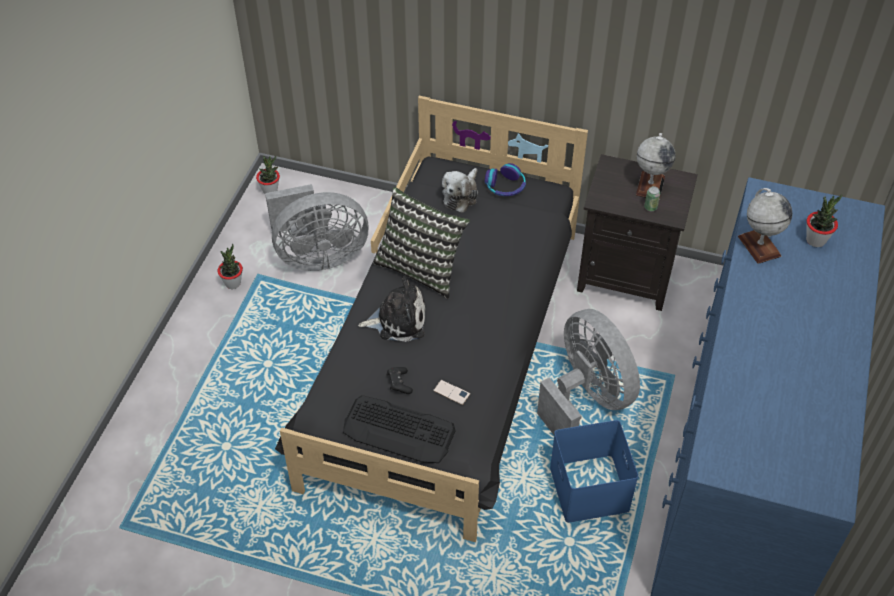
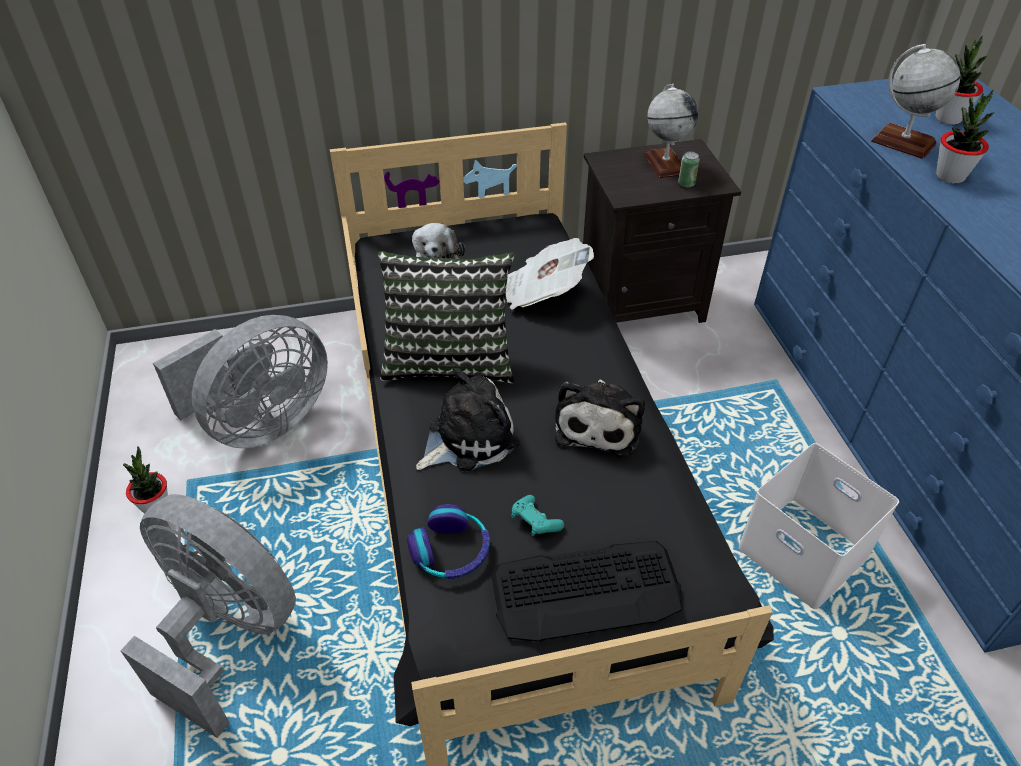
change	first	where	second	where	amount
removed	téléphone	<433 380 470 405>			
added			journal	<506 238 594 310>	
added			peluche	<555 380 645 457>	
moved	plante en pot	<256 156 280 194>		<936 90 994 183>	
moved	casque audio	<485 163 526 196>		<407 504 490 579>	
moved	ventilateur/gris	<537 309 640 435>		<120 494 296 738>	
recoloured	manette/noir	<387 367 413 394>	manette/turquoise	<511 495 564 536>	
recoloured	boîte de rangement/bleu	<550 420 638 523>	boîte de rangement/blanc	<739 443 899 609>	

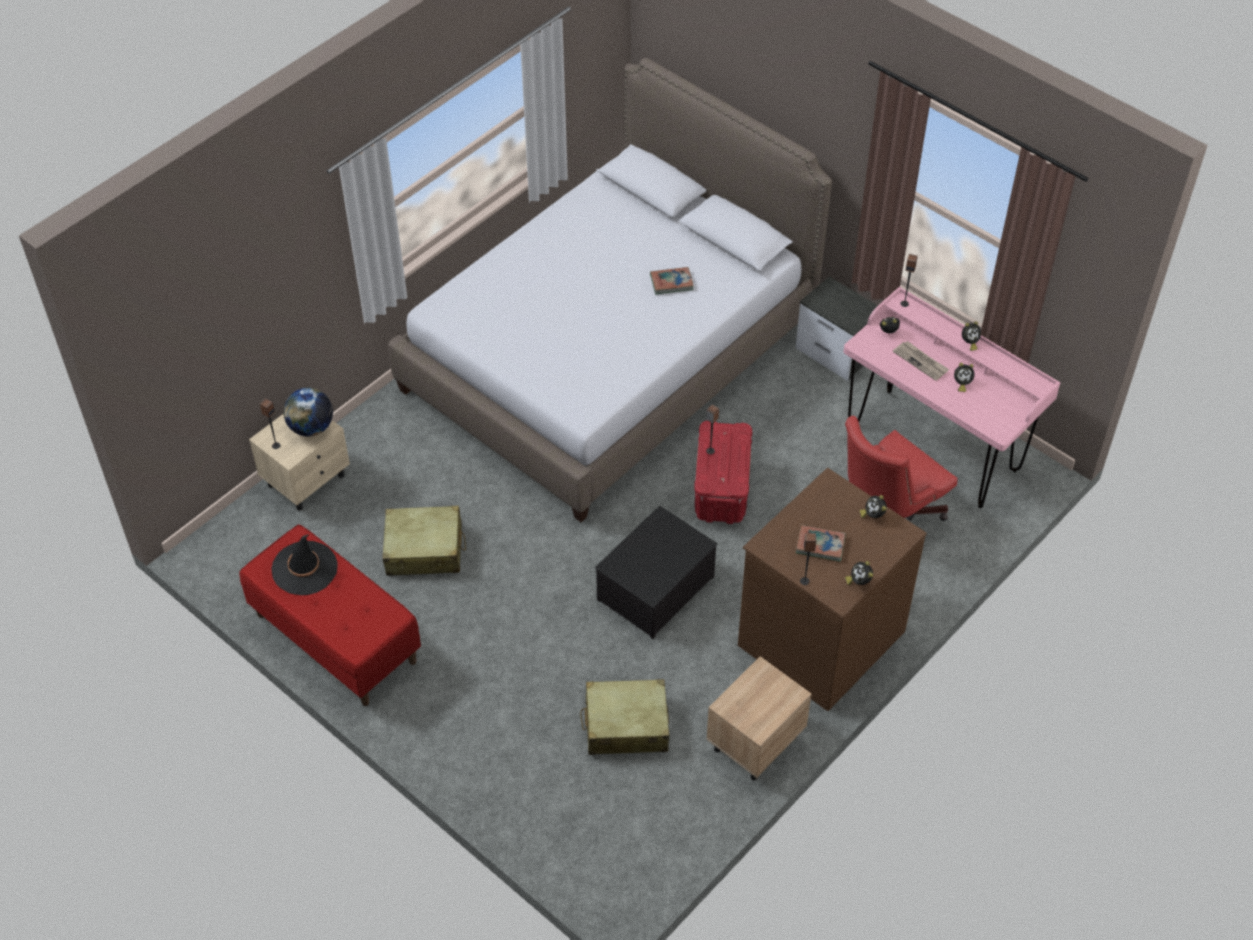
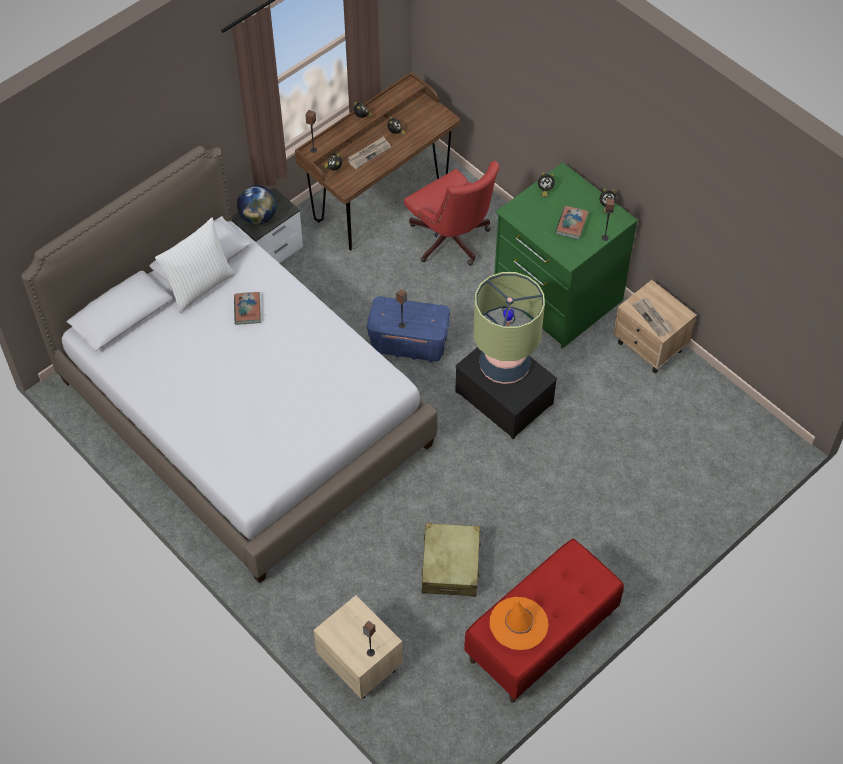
change	first	where	second	where	amount
removed	valise/beige	<580 679 669 755>			
added			coussin/blanc	<155 218 236 313>	
added			lampe de table	<473 272 545 384>	
added			journal	<632 298 673 337>	
moved	globe	<283 388 333 437>		<237 185 276 225>	
recoloured	chapeau/noir	<271 534 338 595>	chapeau/orange	<490 597 548 650>	
recoloured	boîte de rangement/rouge	<694 421 752 524>	boîte de rangement/bleu	<367 296 450 362>	
recoloured	commode/marron	<738 468 927 711>	commode/vert	<494 162 638 349>	
recoloured	bureau/rose	<843 286 1060 508>	bureau/marron	<295 72 460 250>	

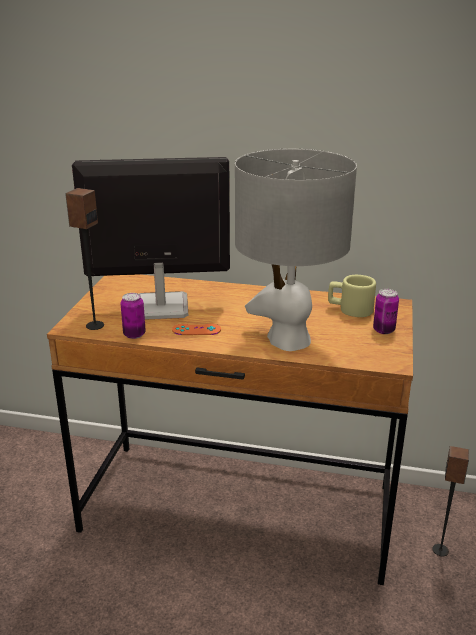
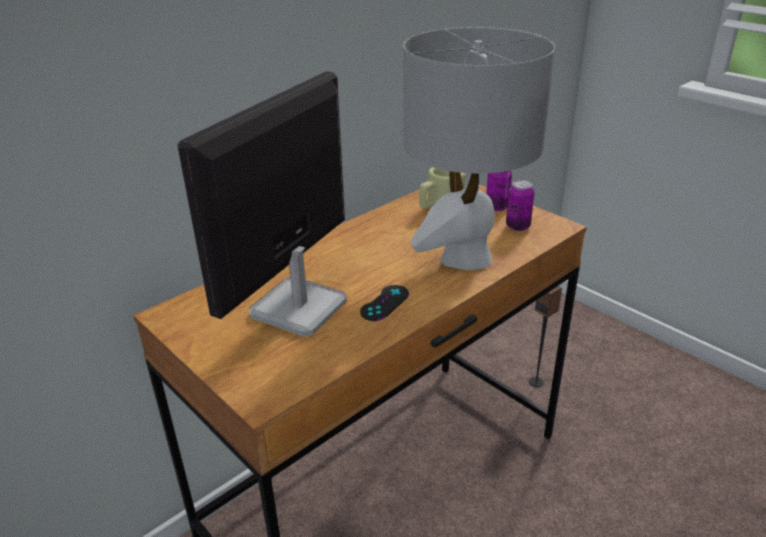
change	first	where	second	where	amount
removed	enceinte	<65 188 104 330>			
moved	boîte métallique	<120 293 146 339>		<506 180 535 231>	
recoloured	manette/orange	<172 324 221 335>	manette/noir	<360 285 409 321>	

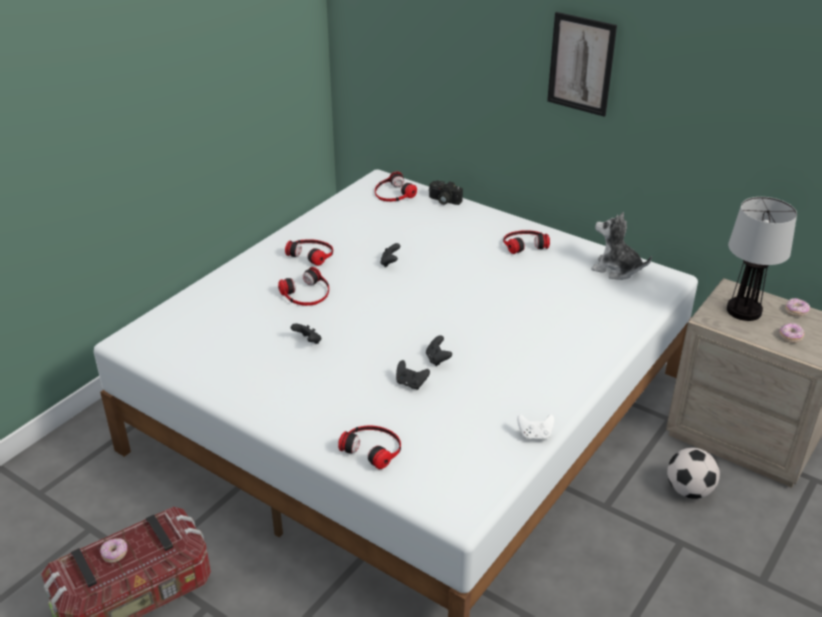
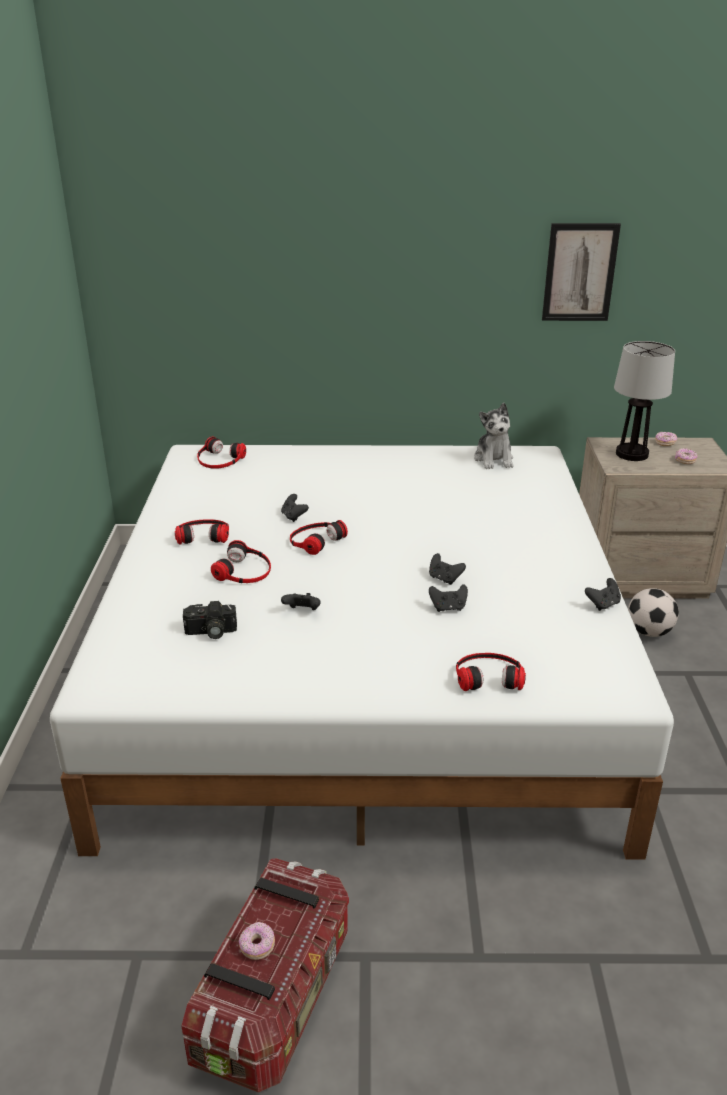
change	first	where	second	where	amount
moved	appareil photo	<429 180 463 205>		<183 601 237 639>	
moved	casque audio	<503 230 550 254>		<290 520 348 555>	
moved	tableau	<547 12 617 117>		<542 223 621 321>	
recoloured	manette/blanc	<517 414 554 440>	manette/noir	<585 578 621 611>	
turned	peluche	<591 212 652 280>		<474 403 514 469>	90 degrees counterclockwise

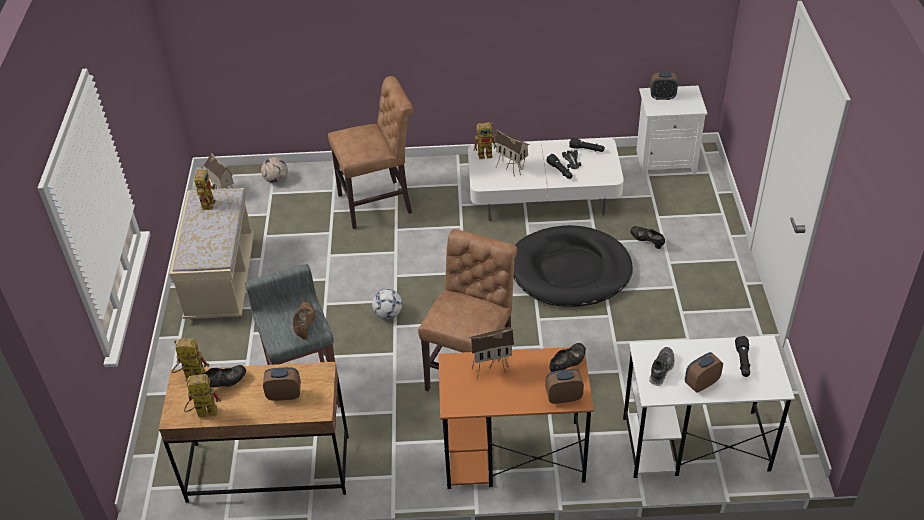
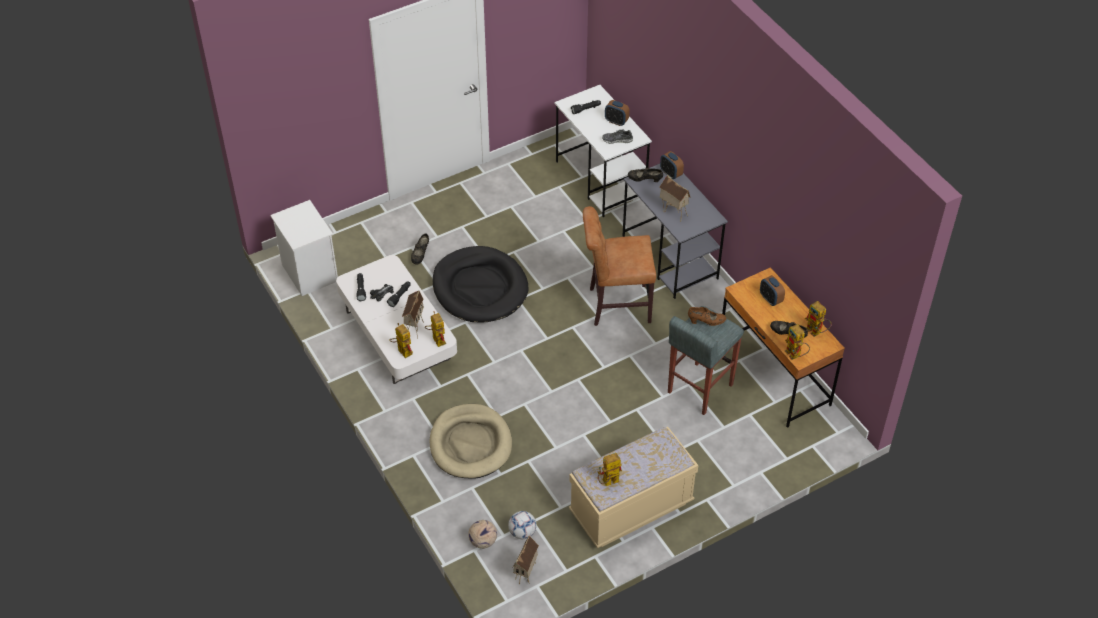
change	first	where	second	where	amount
removed	réveil	<650 72 678 100>			
added			robot jouet	<425 311 446 347>	
moved	ballon de foot	<372 289 402 319>		<508 511 536 539>	
replaced	chaise/marron	<328 76 413 229>	panier pour chien/beige	<429 404 512 479>	
recoloured	bureau/orange	<438 347 594 489>	bureau/gris	<622 164 728 299>	
turned	chaussure/marron	<293 301 315 339>		<688 307 726 326>	150 degrees counterclockwise

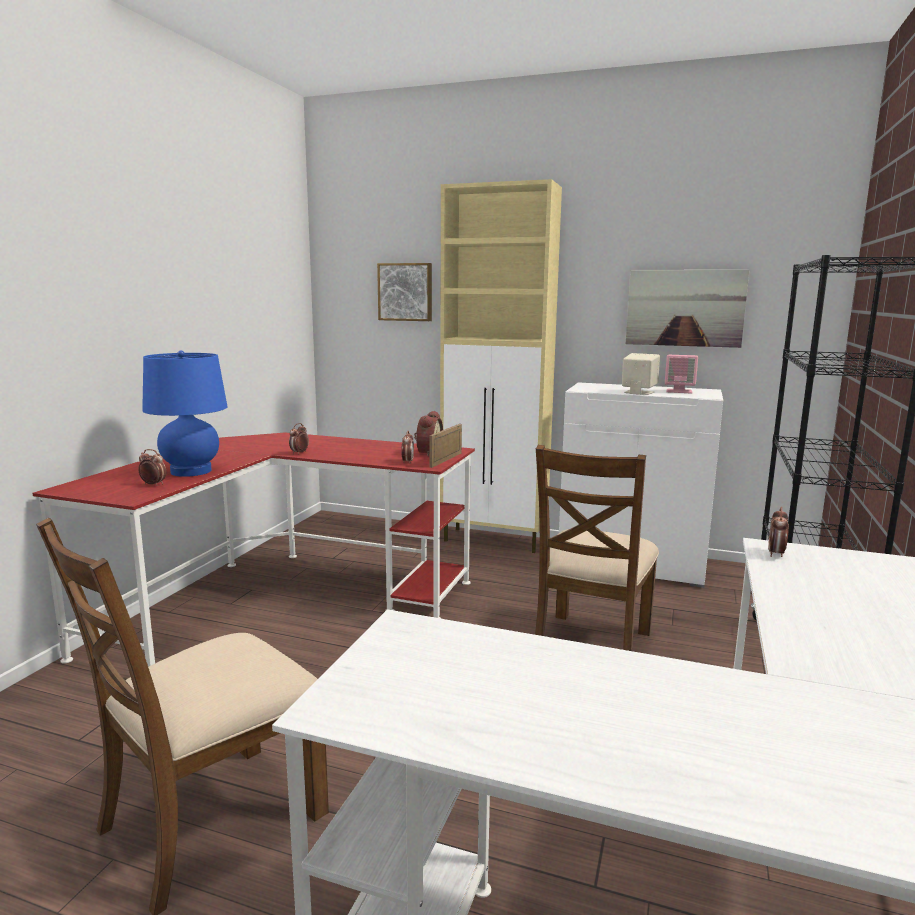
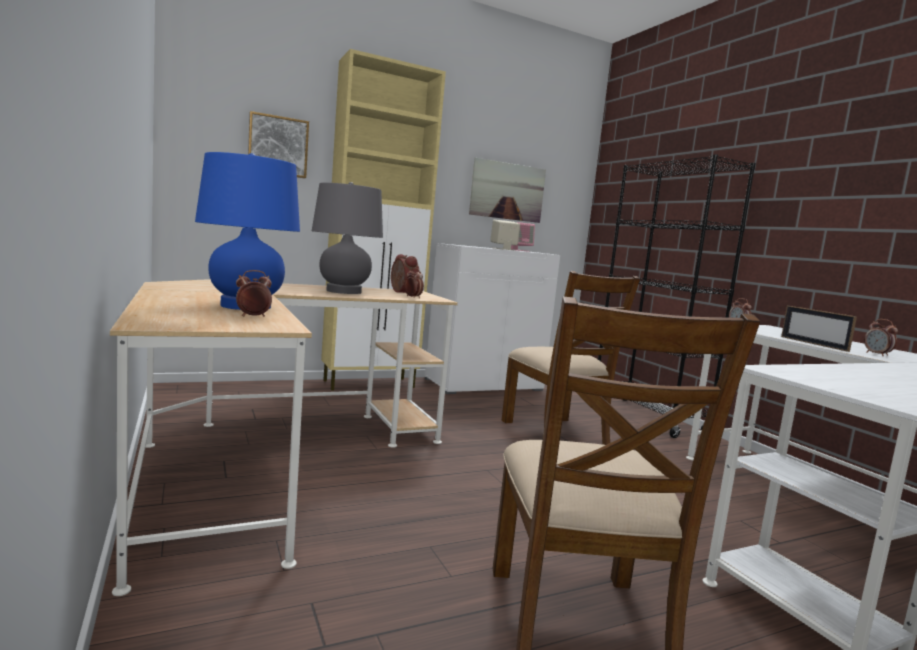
change	first	where	second	where	amount
added			lampe de table/gris	<312 182 383 294>	
moved	réveil	<289 423 309 454>		<864 319 898 356>	
moved	cadre photo	<429 424 462 468>		<781 306 857 352>	
recoloured	bureau/rouge	<33 432 475 667>	bureau/beige	<110 279 458 596>	

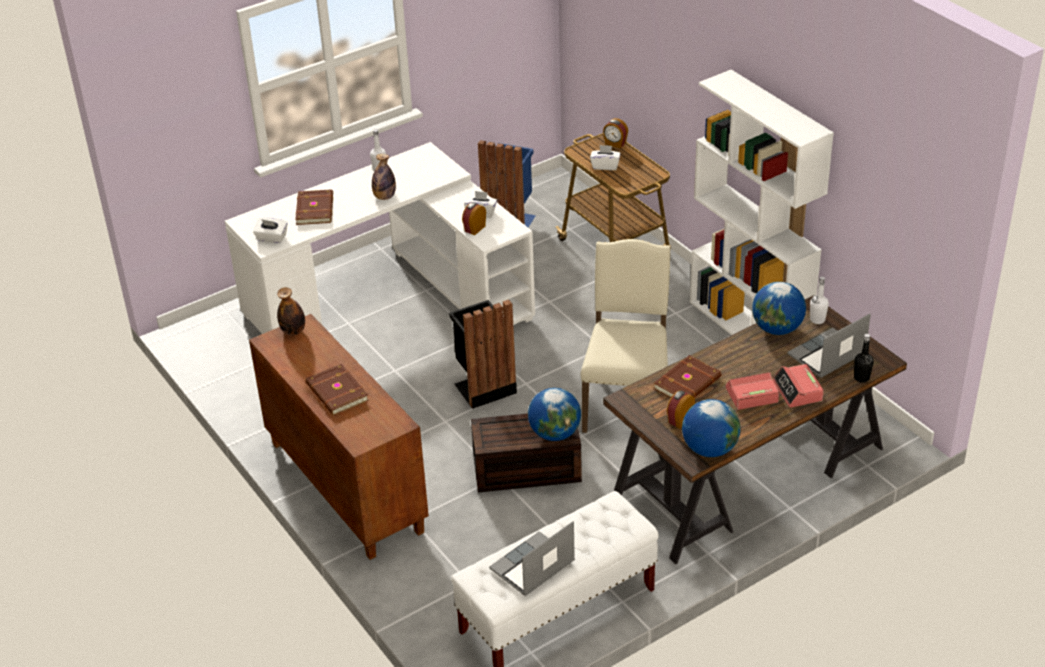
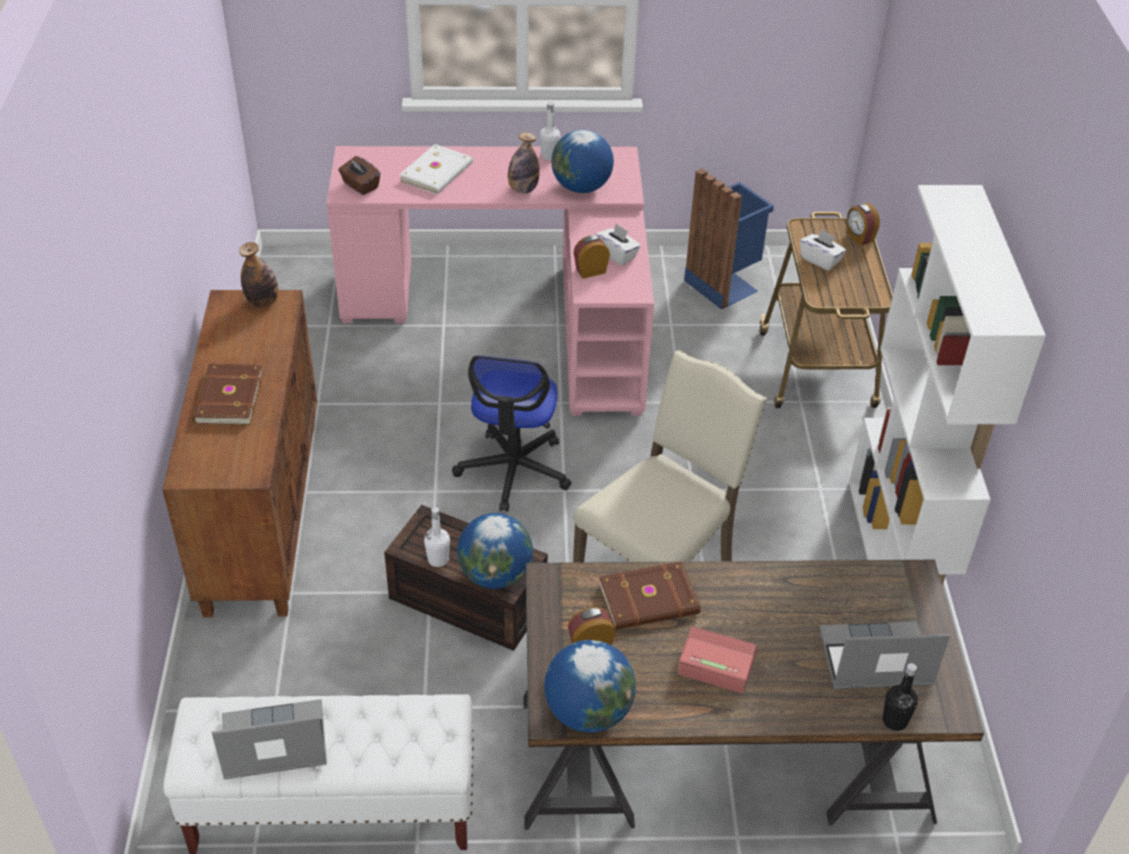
change	first	where	second	where	amount
removed	réveil	<773 364 824 408>			
moved	globe	<752 282 806 335>		<551 130 614 193>	
moved	bouteille/blanc	<810 277 829 324>		<424 507 450 567>	
replaced	poubelle/noir	<449 300 517 409>	chaise de bureau	<452 355 572 512>	
recoloured	bureau/blanc	<225 142 535 334>	bureau/rose	<326 146 654 416>	
recoloured	boîte à mouchoirs/blanc	<253 217 288 243>	boîte à mouchoirs/marron	<338 156 381 195>	
recoloured	livre/marron	<295 189 333 225>	livre/blanc	<399 144 473 195>	

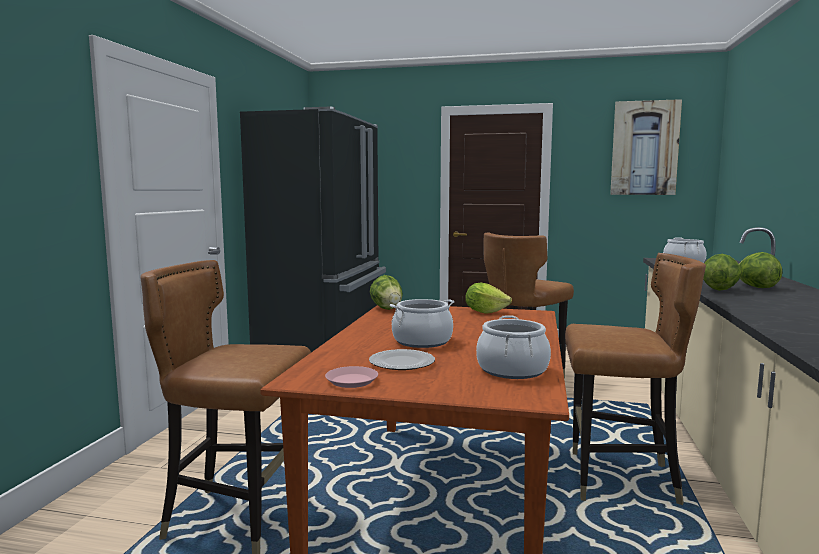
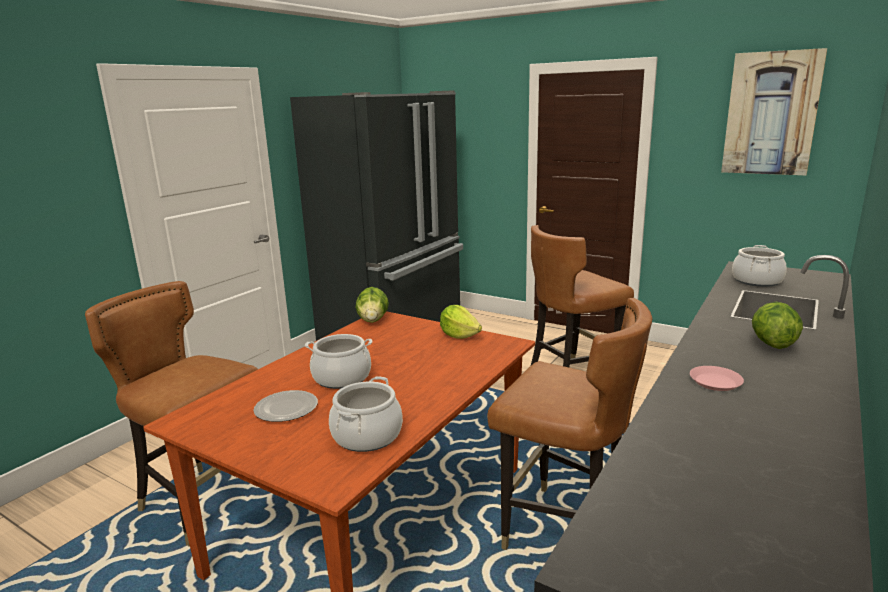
change	first	where	second	where	amount
removed	laitue	<703 254 741 291>			
moved	assiette/rose	<325 366 378 388>		<690 366 744 391>	

